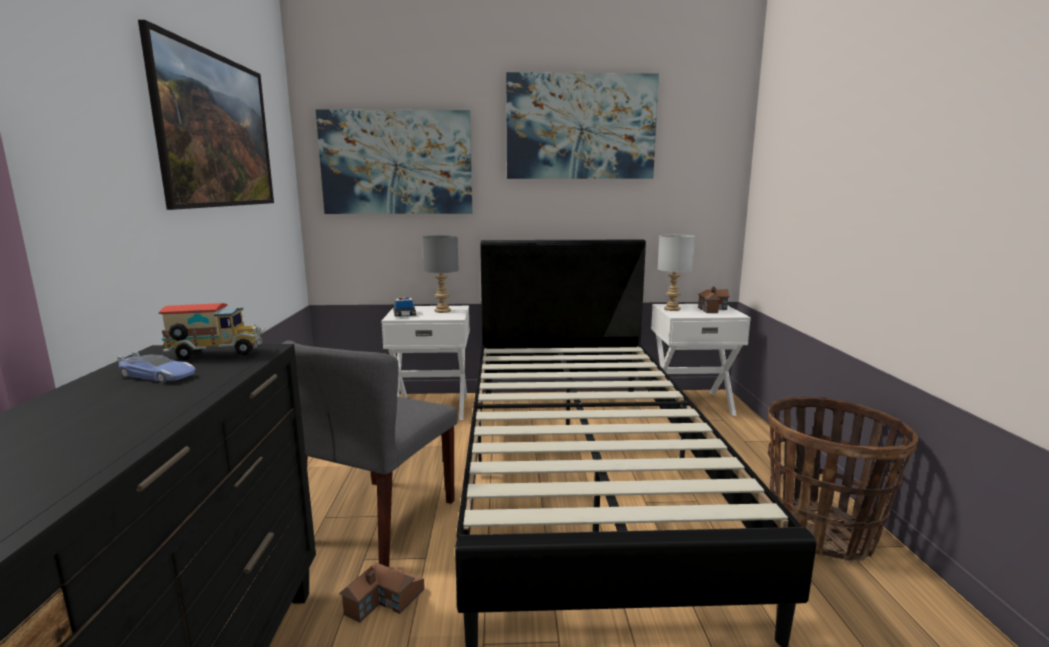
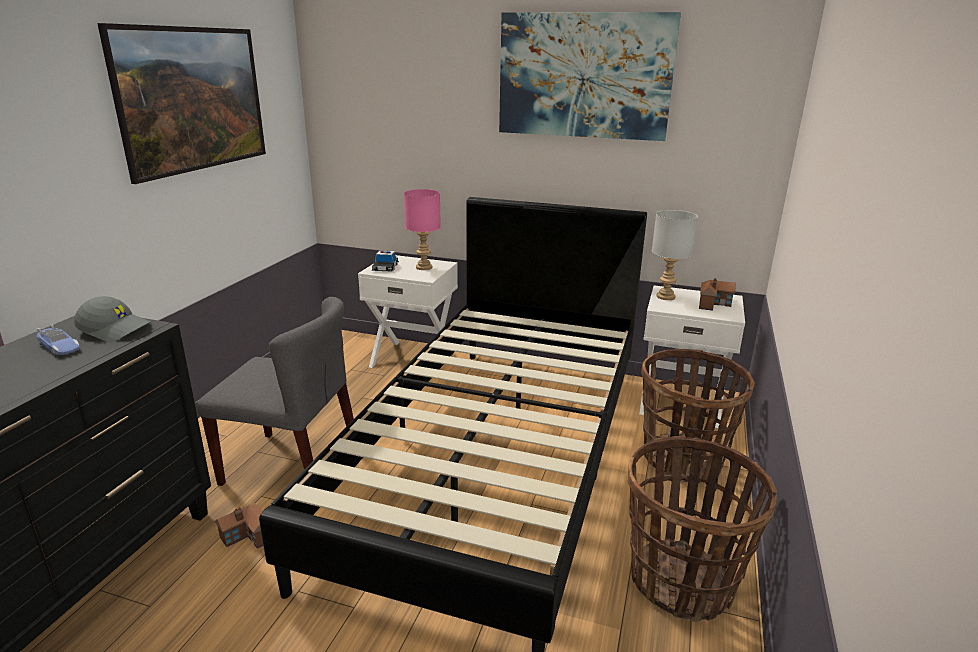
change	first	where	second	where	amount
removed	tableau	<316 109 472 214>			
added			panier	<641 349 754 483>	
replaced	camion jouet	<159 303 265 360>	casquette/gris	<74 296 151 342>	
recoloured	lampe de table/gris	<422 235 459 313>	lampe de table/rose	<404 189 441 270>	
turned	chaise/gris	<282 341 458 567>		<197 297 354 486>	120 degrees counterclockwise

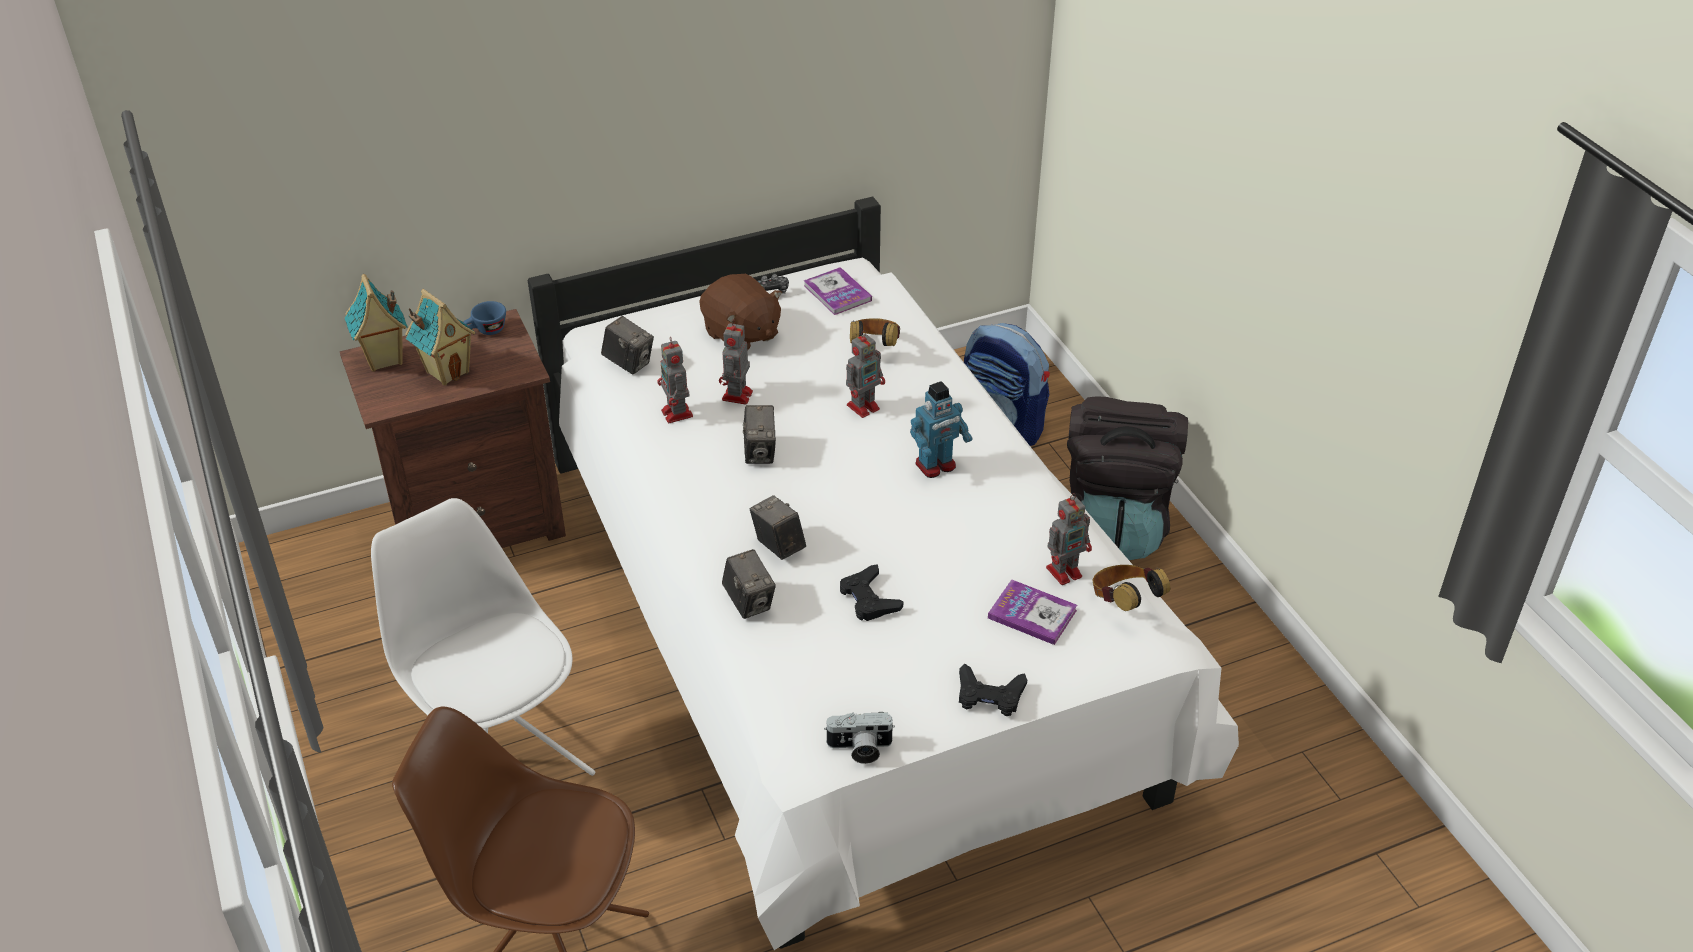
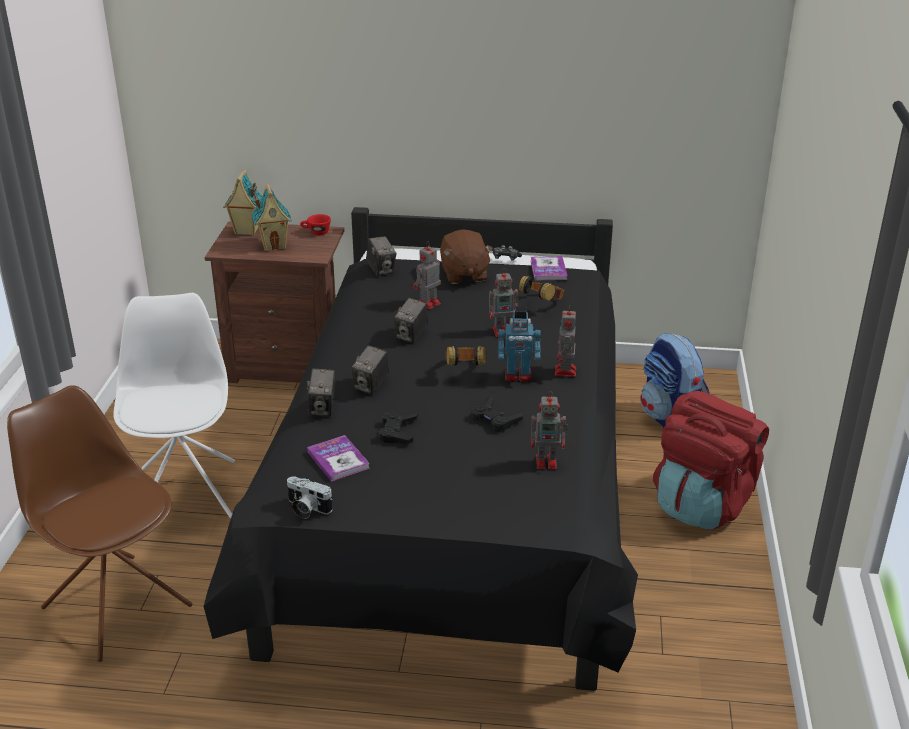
change	first	where	second	where	amount
moved	robot jouet	<657 339 693 423>		<555 305 576 377>	
moved	manette/noir	<959 663 1027 716>		<471 396 523 432>	
moved	livre	<988 580 1077 645>		<307 435 370 482>	
moved	casque audio	<1092 565 1170 611>		<446 346 486 365>	
recoloured	tasse/bleu	<463 301 506 335>	tasse/rouge	<300 214 331 235>	
recoloured	lit/blanc	<528 197 1239 950>	lit/noir	<204 207 638 691>	
recoloured	sac à dos/noir	<1067 396 1188 560>	sac à dos/rouge	<653 391 769 530>	
turned	appareil photo	<750 495 806 560>		<352 345 389 394>	150 degrees counterclockwise

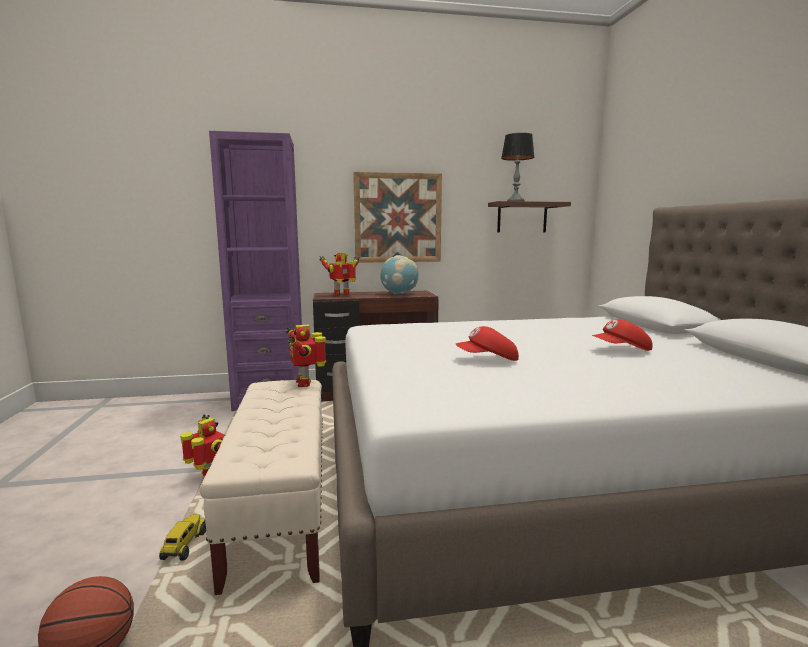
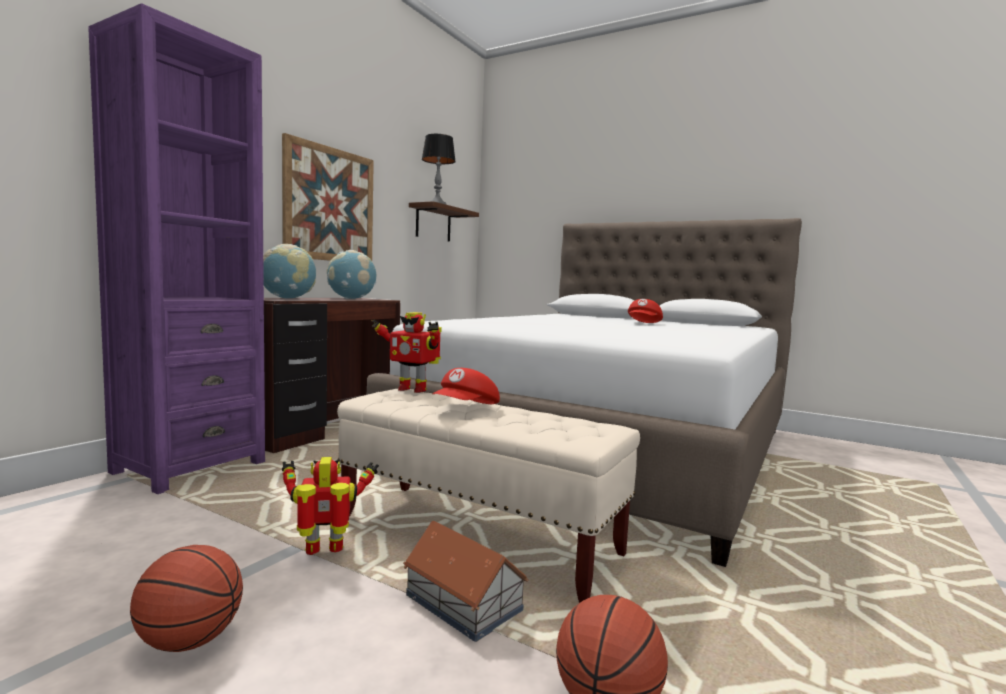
change	first	where	second	where	amount
added			ballon de basket	<130 545 243 652>	
moved	casquette/rouge	<455 326 519 361>		<433 368 500 404>	
replaced	camion jouet	<159 514 206 560>	maison miniature	<403 521 529 642>	
replaced	robot jouet	<319 253 359 296>	globe	<263 244 316 299>	

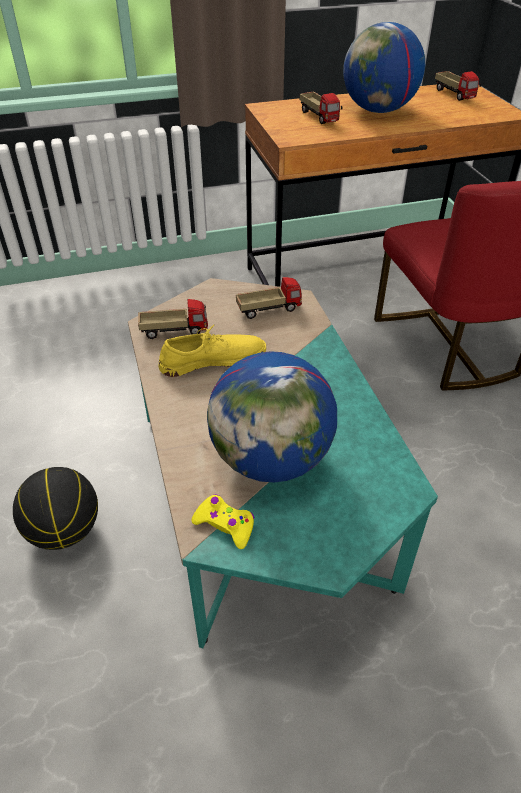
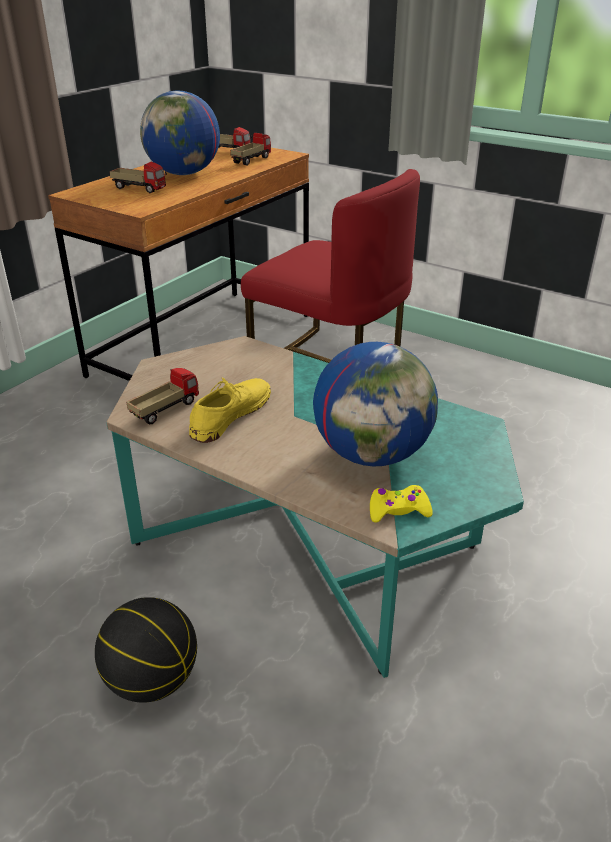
change	first	where	second	where	amount
moved	camion jouet	<236 277 302 319>		<230 133 271 166>	

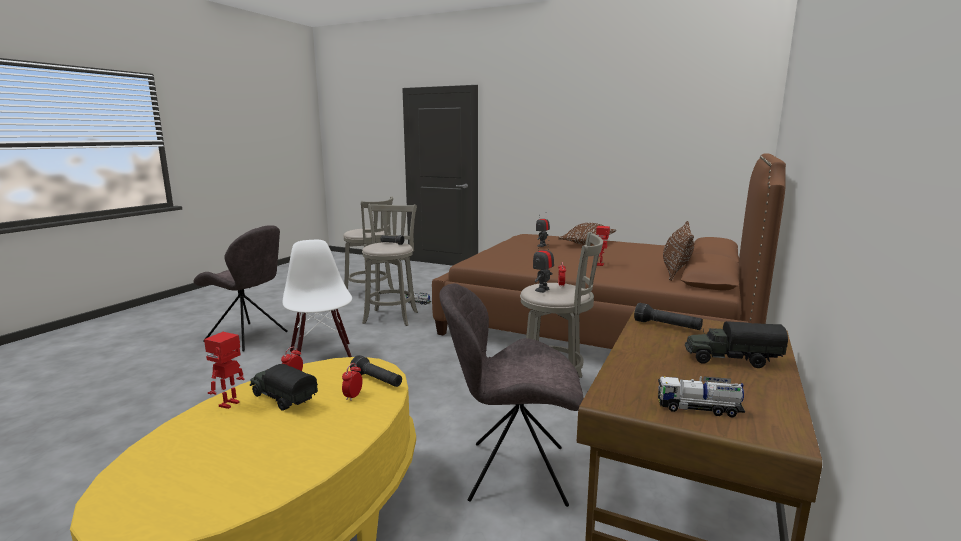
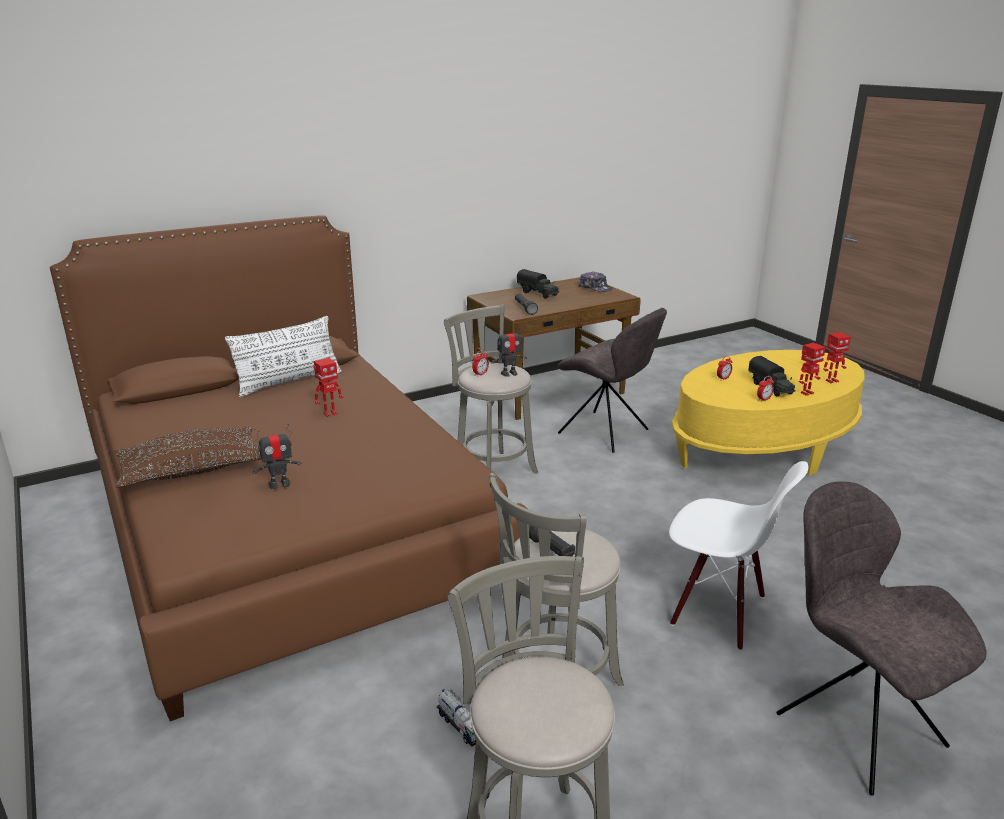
change	first	where	second	where	amount
removed	lampe de poche/noir	<350 355 402 387>			
added			robot jouet	<823 332 851 383>	
replaced	camion jouet	<658 376 745 417>	casquette	<578 272 612 292>	
recoloured	coussin/marron	<663 221 694 281>	coussin/blanc	<225 316 342 397>	
turned	chaise/blanc	<283 240 352 357>		<669 461 808 651>	75 degrees counterclockwise

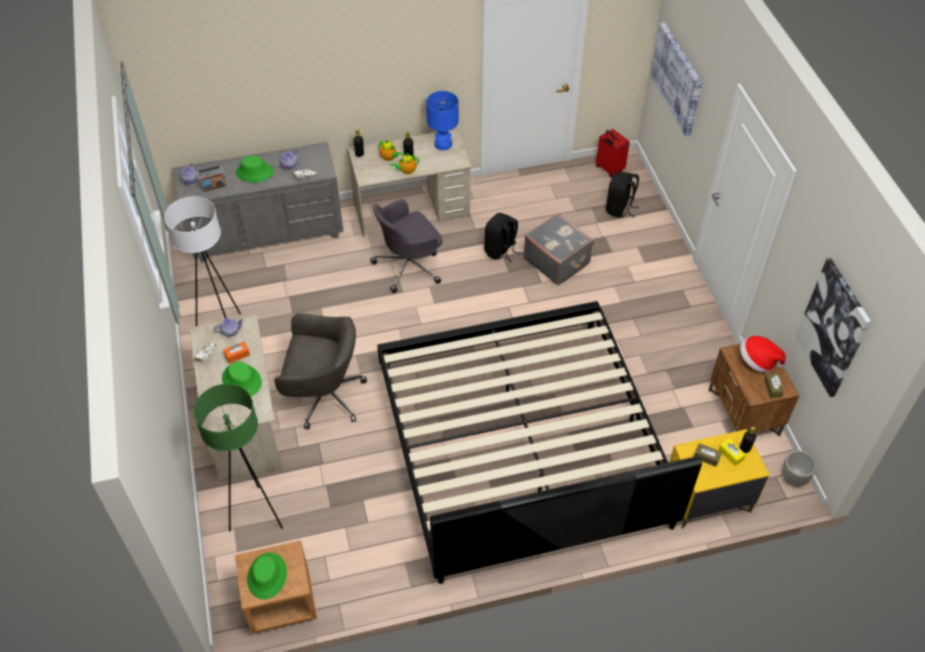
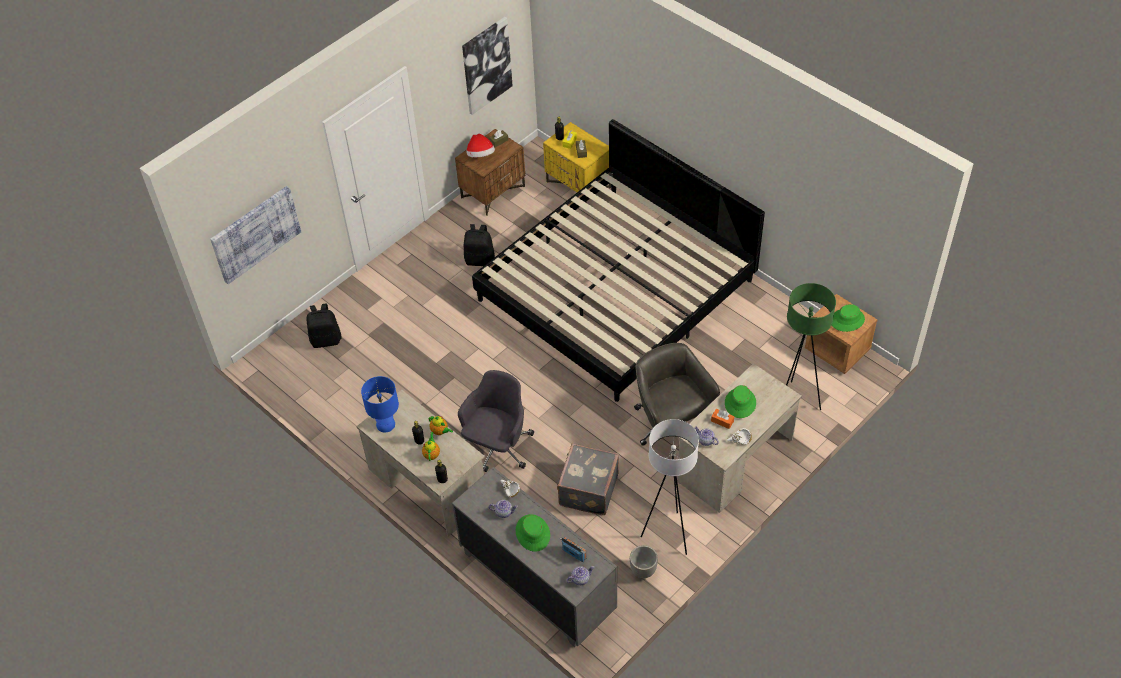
change	first	where	second	where	amount
removed	valise/rouge	<596 129 630 177>			
moved	sac à dos/noir	<484 213 520 262>		<464 224 495 266>	
moved	valise/gris	<523 213 594 286>		<557 443 619 515>	
moved	cache-pot	<782 451 816 486>		<630 545 658 578>	
turned	chaise de bureau/gris	<370 199 443 293>		<458 370 534 472>	90 degrees counterclockwise

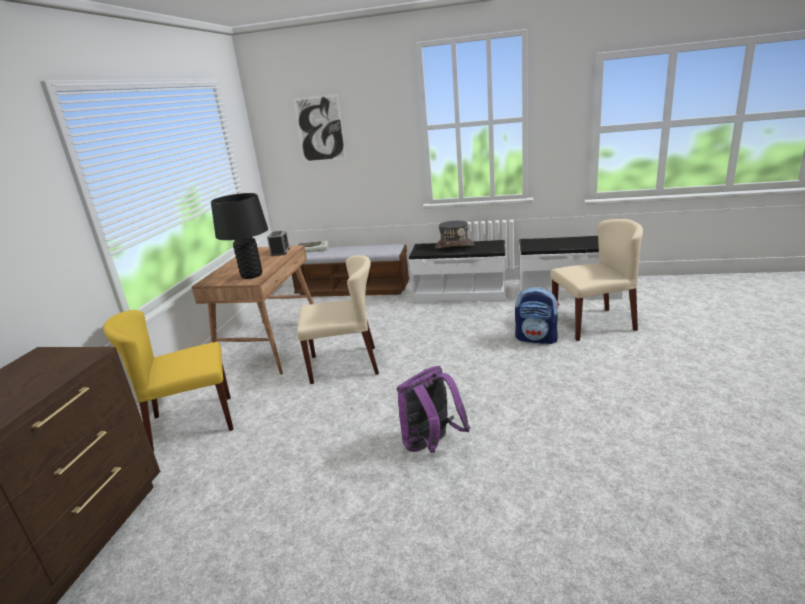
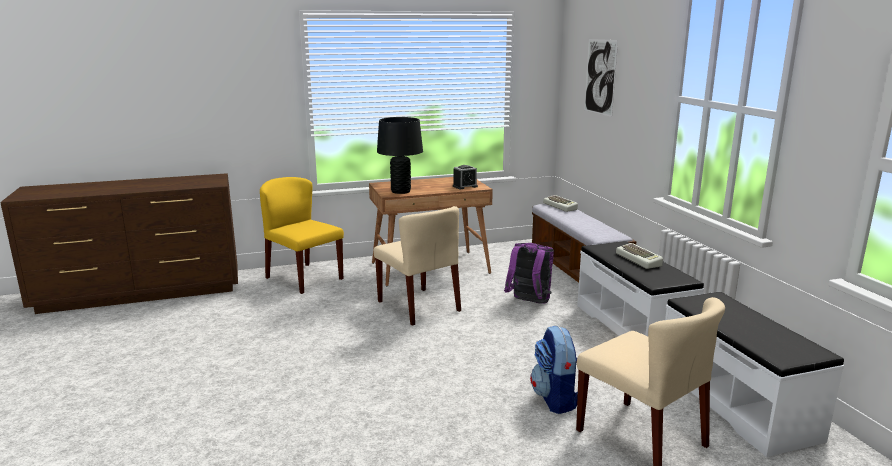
change	first	where	second	where	amount
moved	sac à dos/violet	<397 366 470 453>		<504 243 554 303>	
replaced	chapeau/gris	<435 221 474 248>	clavier	<616 243 663 269>	

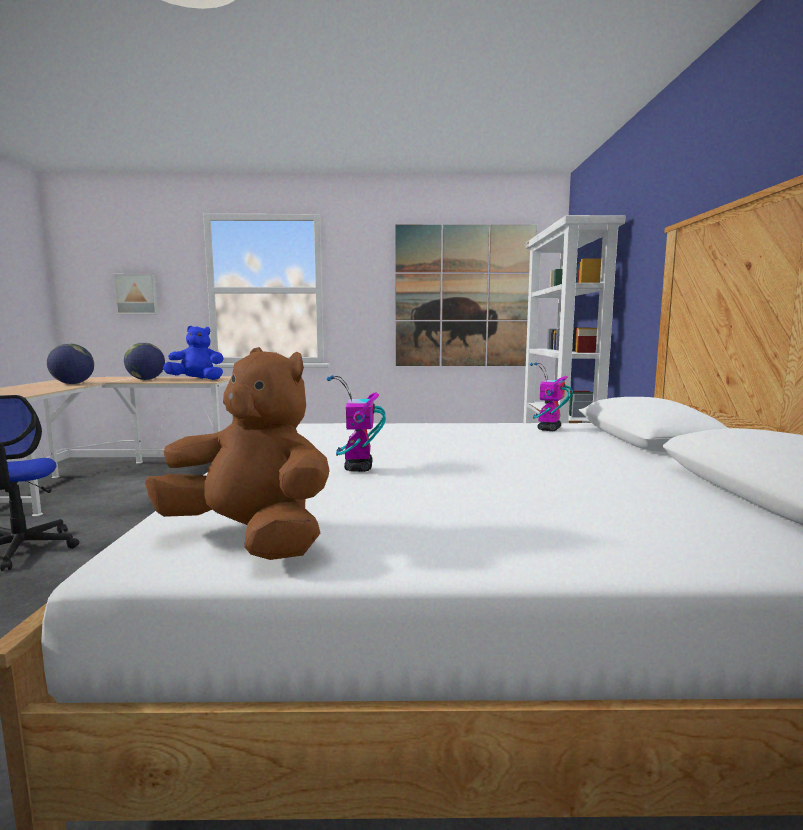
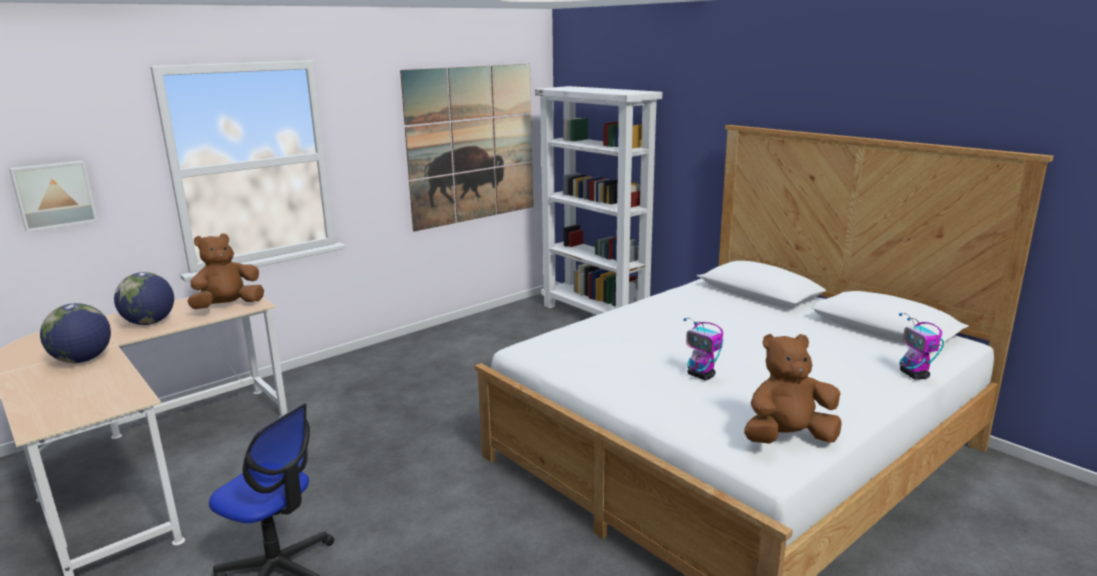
change	first	where	second	where	amount
moved	robot jouet	<530 362 573 431>		<899 313 944 380>	
recoloured	peluche/bleu	<163 326 224 380>	peluche/marron	<187 234 264 309>	

